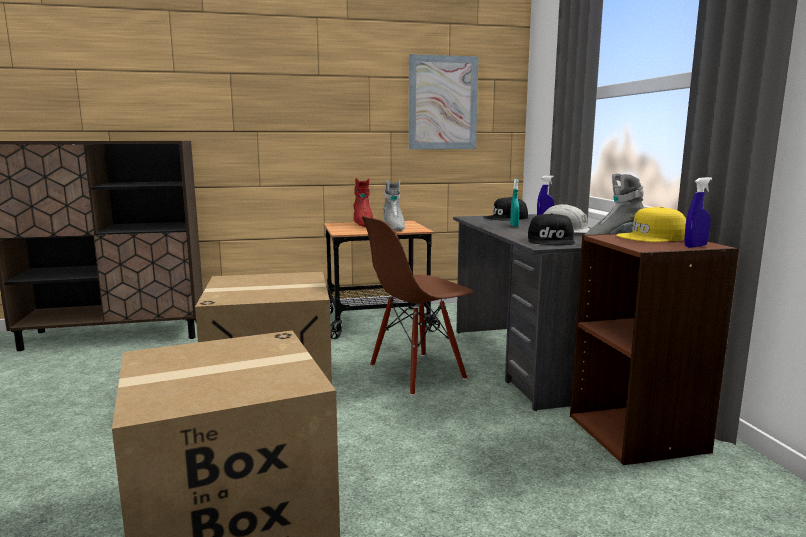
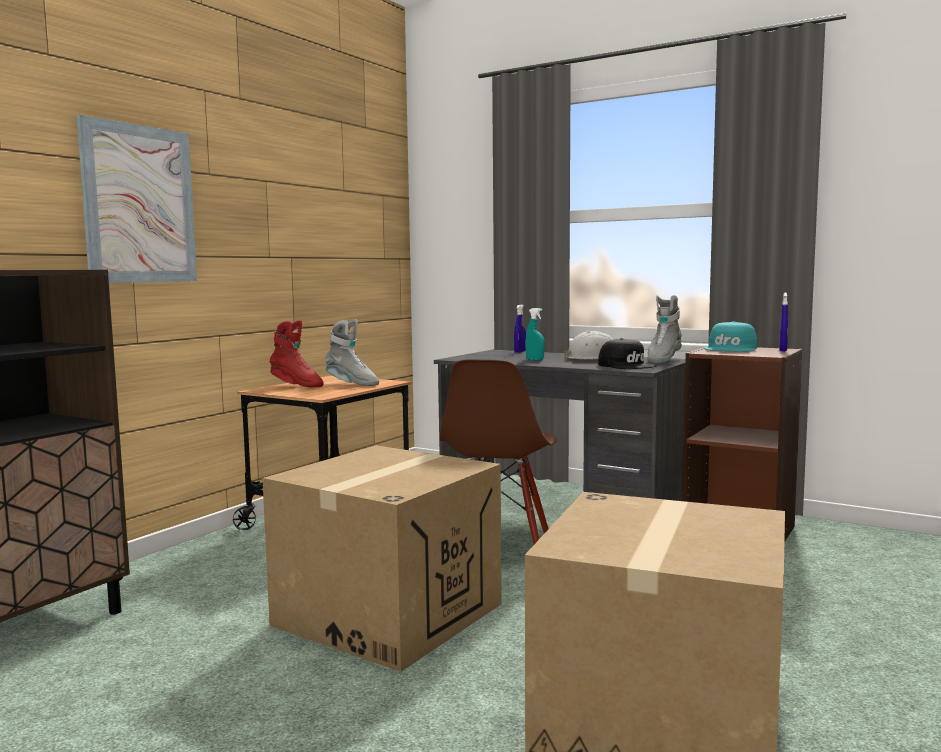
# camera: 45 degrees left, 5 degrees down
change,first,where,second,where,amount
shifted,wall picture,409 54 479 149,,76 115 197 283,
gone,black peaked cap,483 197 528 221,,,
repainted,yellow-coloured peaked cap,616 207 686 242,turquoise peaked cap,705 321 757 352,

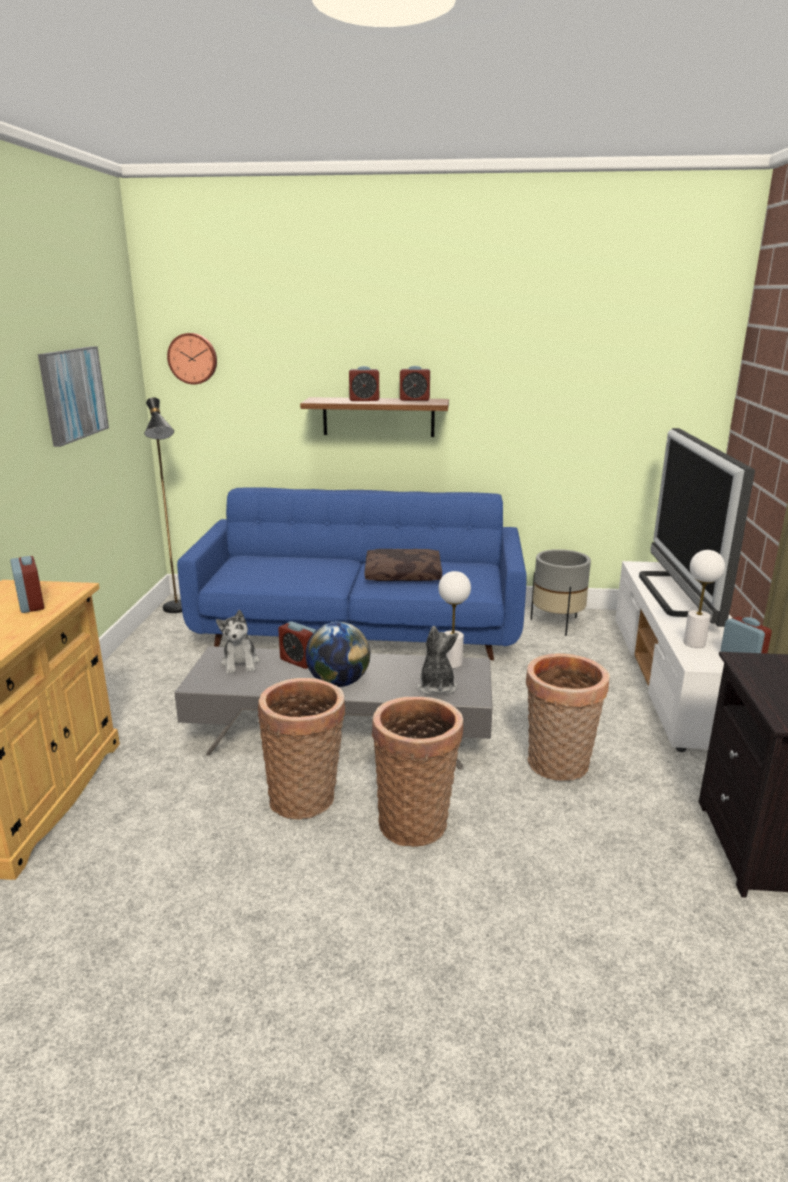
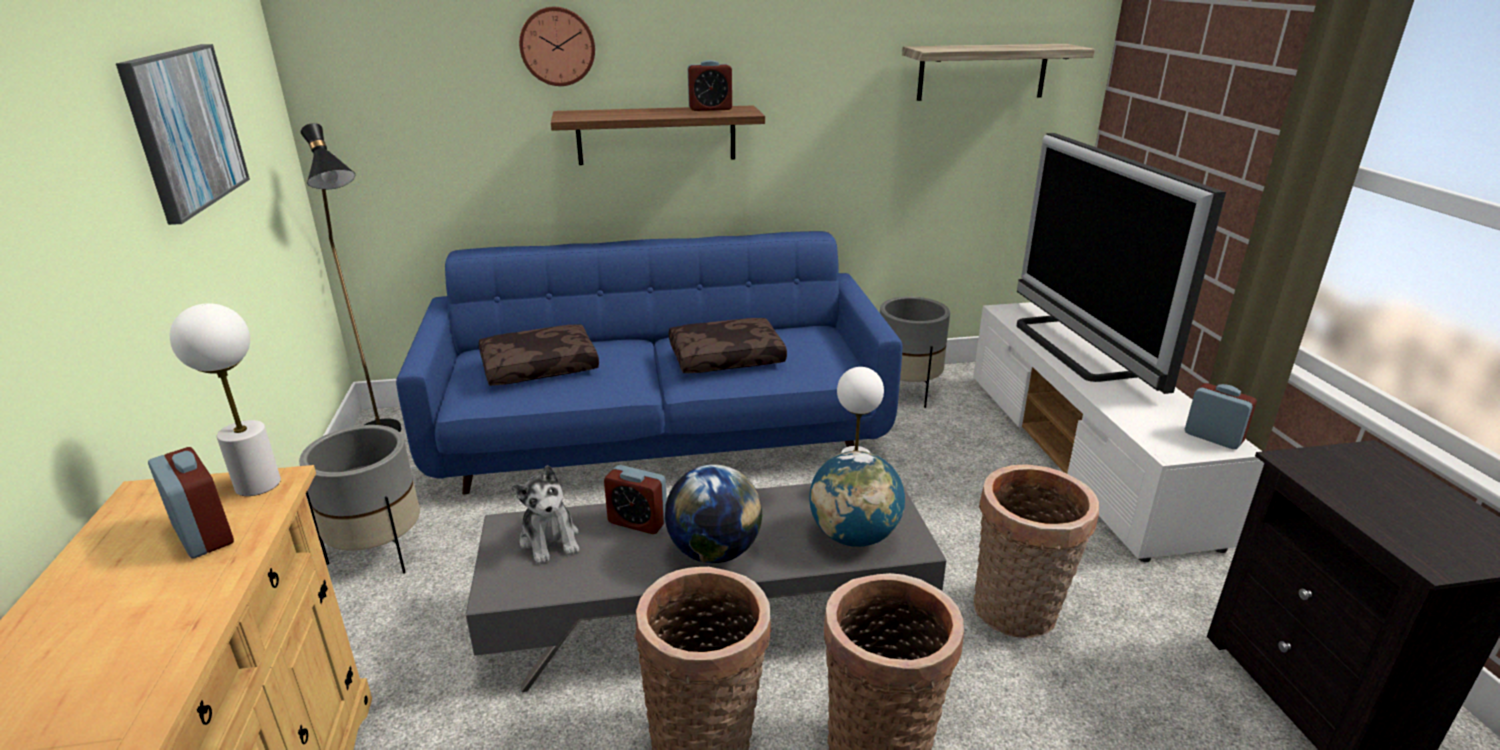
# camera: 15 degrees left, 5 degrees up
change,first,where,second,where,amount
shifted,hanging clock,167 333 217 385,,519 7 595 86,
gone,alarm clock,349 366 379 401,,,
swapped,plush toy,417 626 458 695,world globe,809 451 905 547,
shifted,white tabletop lamp,684 550 725 648,,170 303 281 496,
new,,,gray flower pot,299 425 420 574,
new,,,brown throw pillow,479 324 599 386,
new,,,shelf,902 44 1095 101,

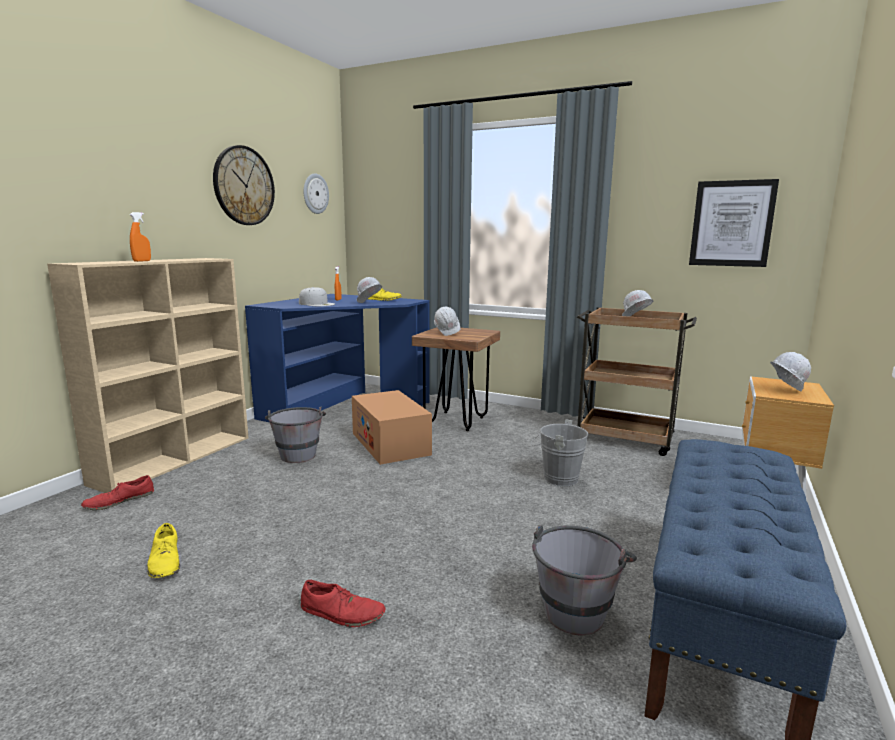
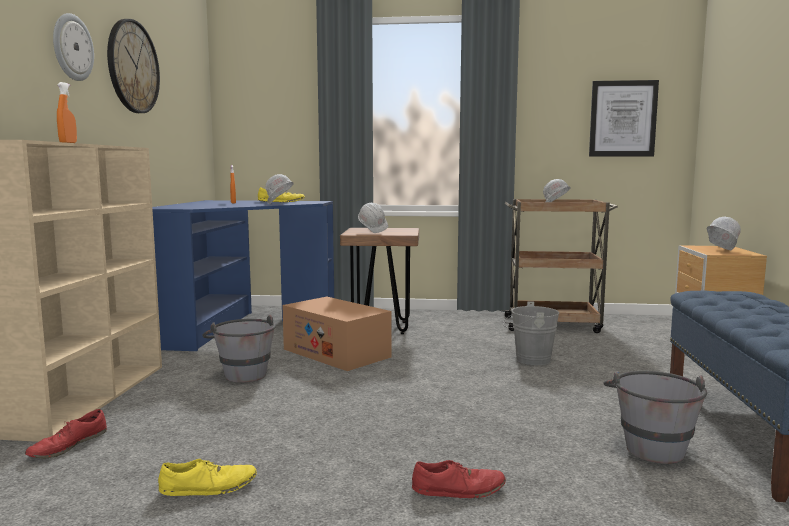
# camera: 20 degrees left, 5 degrees down
change,first,where,second,where,amount
rotated,yellow-coloured shoe,147 523 180 578,,158 459 257 496,60 degrees counterclockwise
gone,white peaked cap,299 287 335 306,,,
shifted,hanging clock,304 173 329 214,,53 13 94 81,

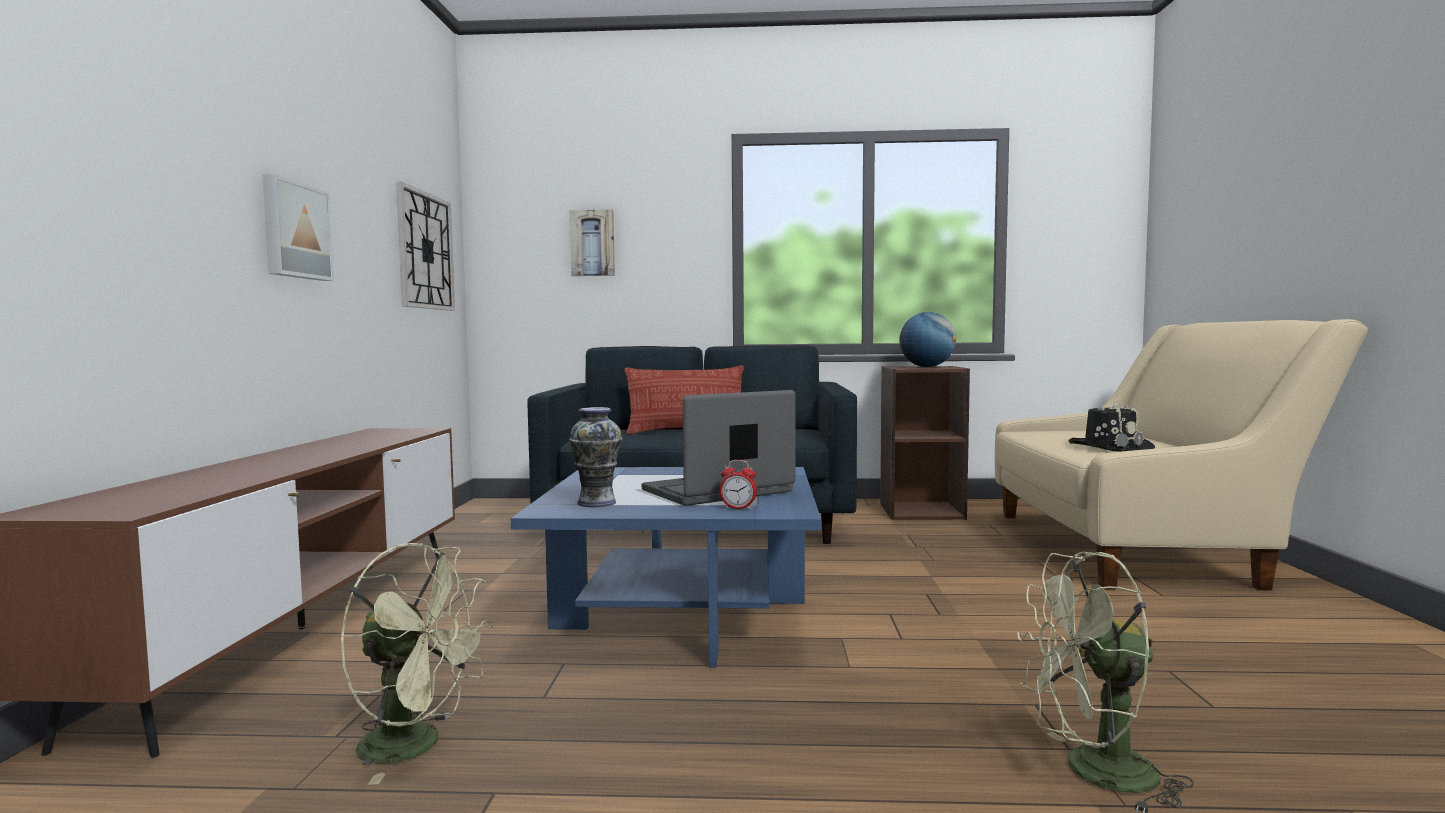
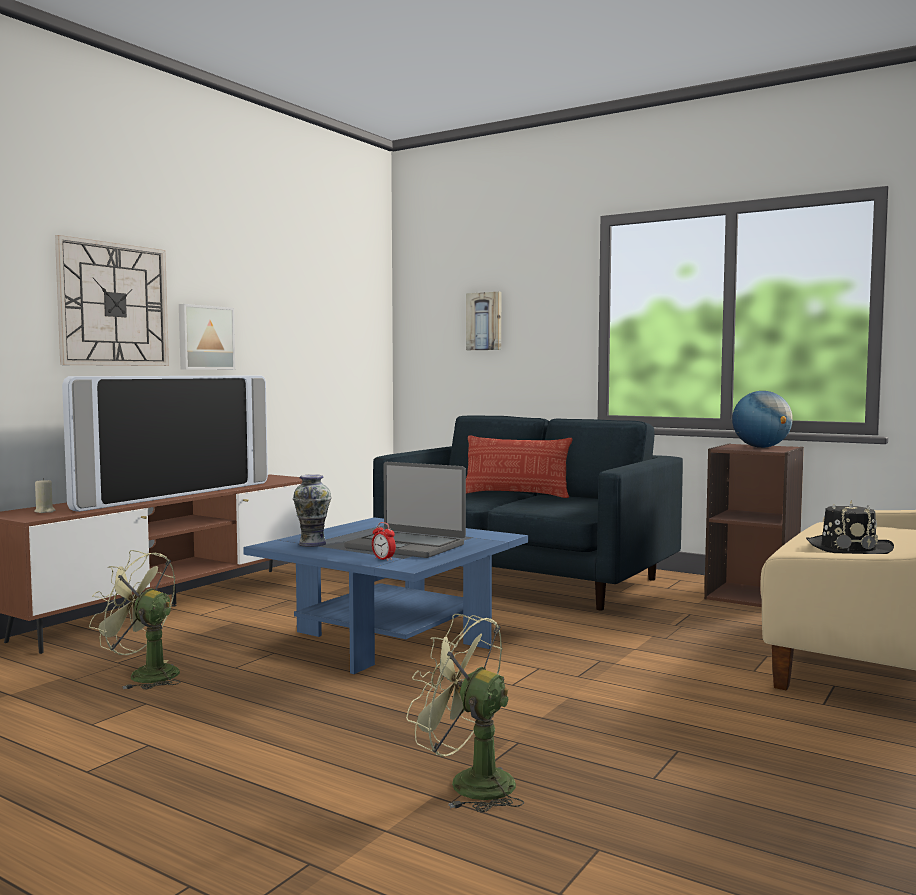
# camera: 30 degrees right, 0 degrees up
change,first,where,second,where,amount
rotated,green fan,340 543 493 785,,89 550 181 690,150 degrees clockwise
shifted,hanging clock,396 182 455 311,,55 235 169 366,
rotated,portable computer,642 390 796 506,,344 462 466 558,150 degrees counterclockwise
new,,,beige candle,34 478 55 513,
new,,,TV set,62 375 268 512,

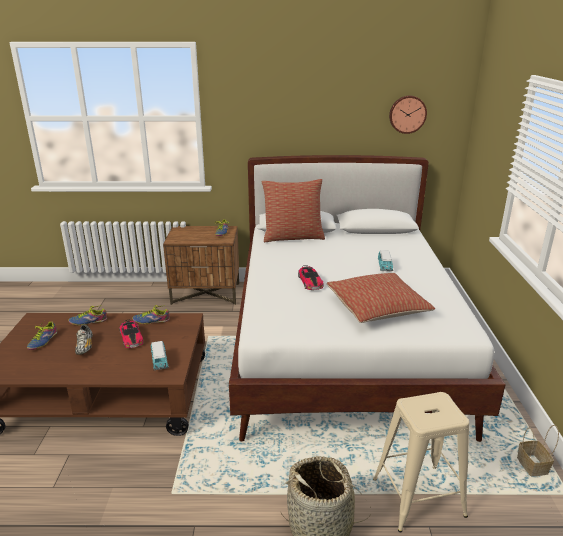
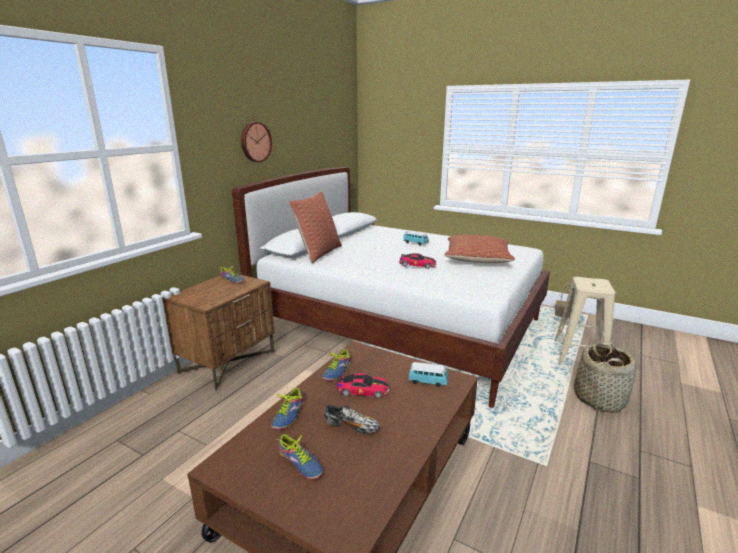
# camera: 60 degrees left, 5 degrees down
change,first,where,second,where,amount
shifted,hanging clock,389 96 427 134,,241 122 272 162,

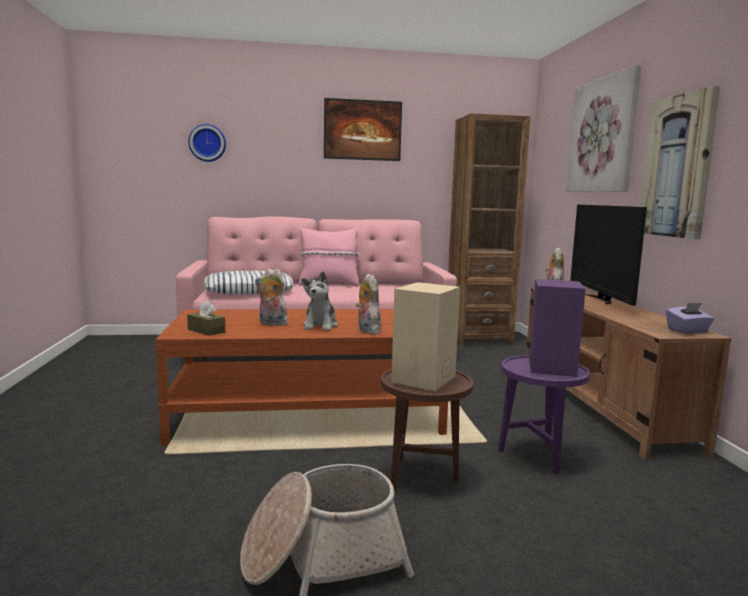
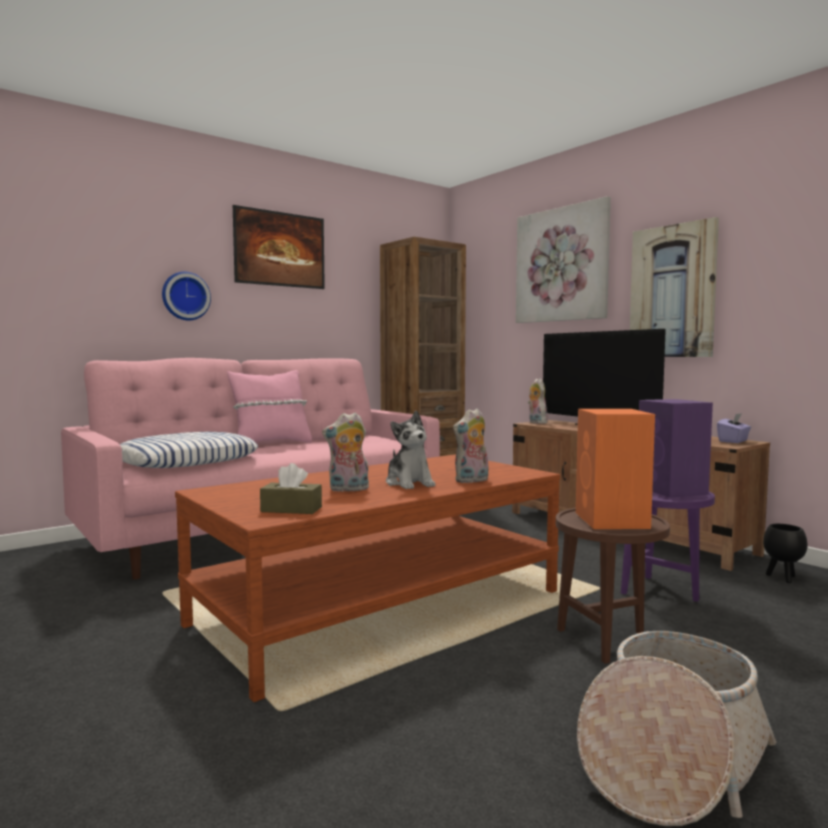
# camera: 30 degrees left, 5 degrees down
change,first,where,second,where,amount
shifted,hanging clock,189 124 226 162,,162 272 211 320,
rotated,plush toy,356 274 381 334,,453 409 488 483,75 degrees counterclockwise
repainted,beige audio speaker,391 282 460 391,orangey audio speaker,576 409 655 529,
new,,,black flower pot,763 524 807 583,

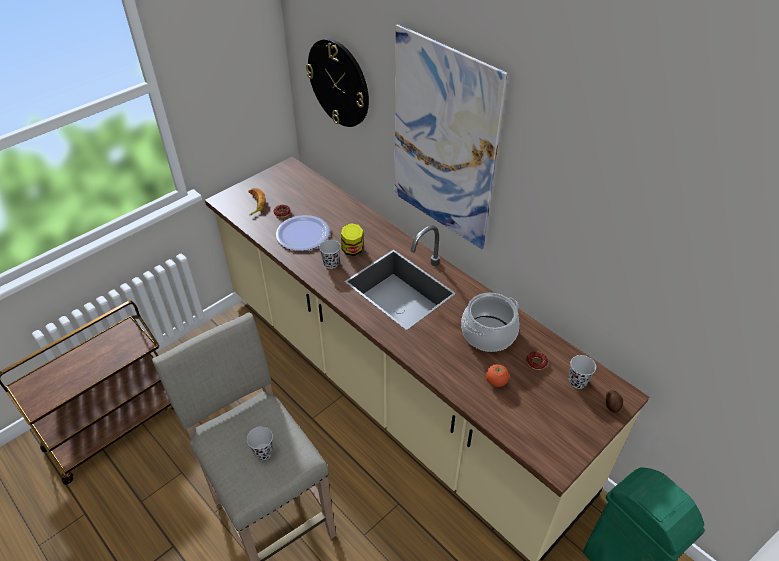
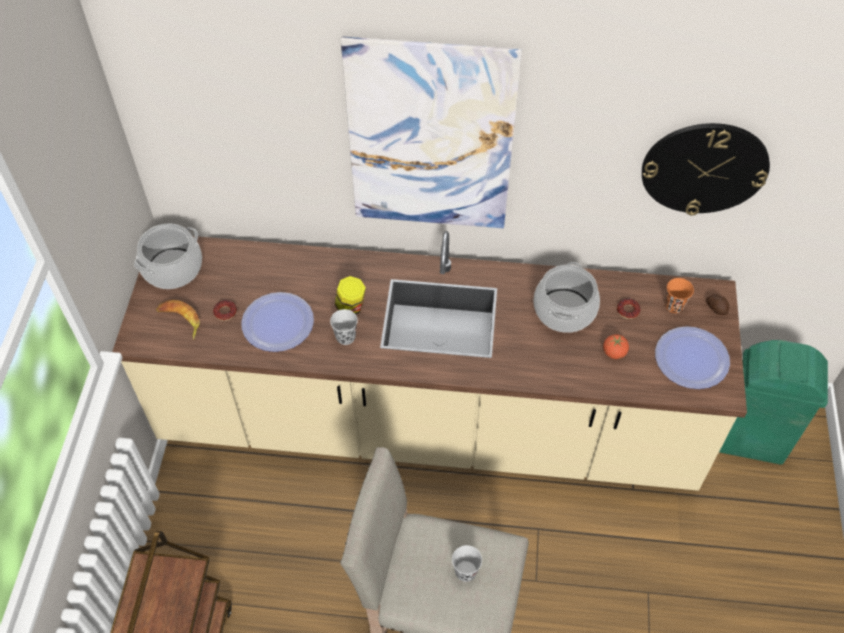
# camera: 40 degrees left, 10 degrees up
change,first,where,second,where,amount
shifted,hanging clock,306 38 369 127,,642 123 770 215,
repainted,black small cup,569 355 596 389,orangey small cup,665 278 694 313,
new,,,stockpot,134 224 202 289,
new,,,dinner plate,655 326 730 389,

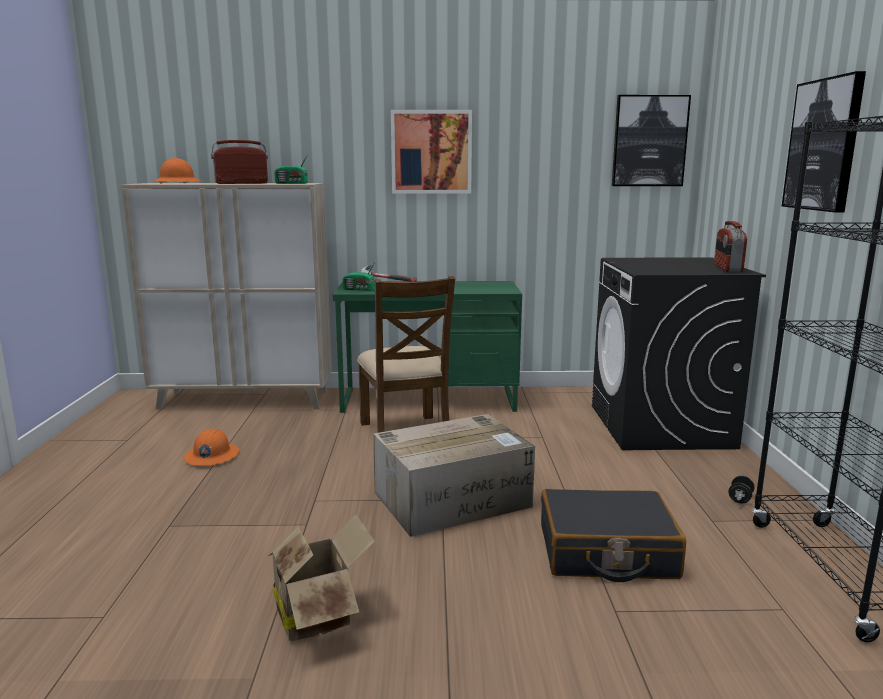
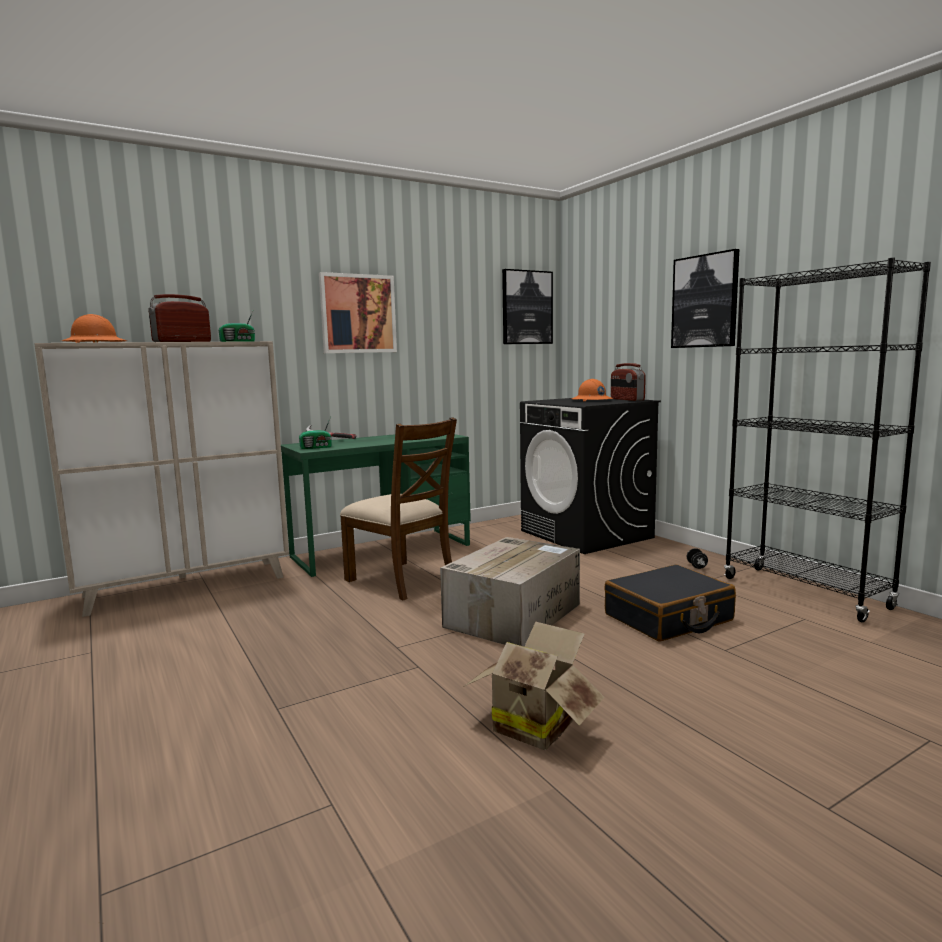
# camera: 30 degrees left, 5 degrees down
change,first,where,second,where,amount
shifted,orangey safety helmet,184 429 239 466,,572 379 613 401,

